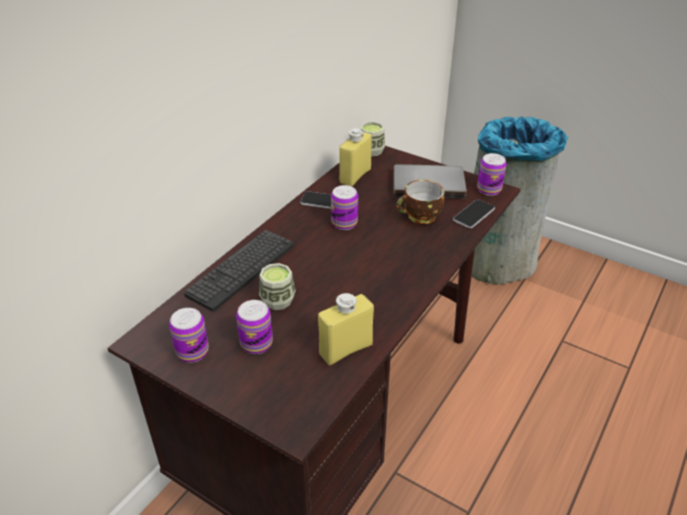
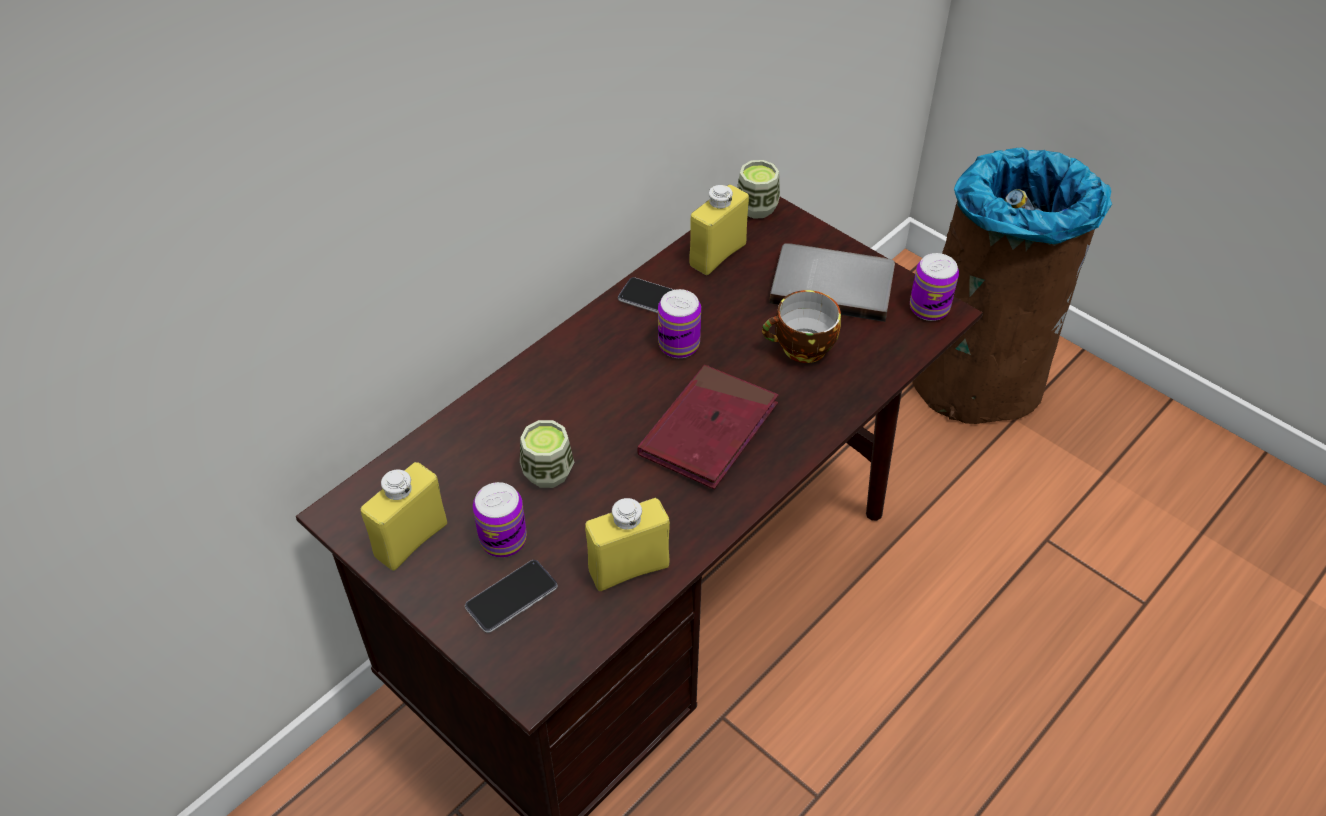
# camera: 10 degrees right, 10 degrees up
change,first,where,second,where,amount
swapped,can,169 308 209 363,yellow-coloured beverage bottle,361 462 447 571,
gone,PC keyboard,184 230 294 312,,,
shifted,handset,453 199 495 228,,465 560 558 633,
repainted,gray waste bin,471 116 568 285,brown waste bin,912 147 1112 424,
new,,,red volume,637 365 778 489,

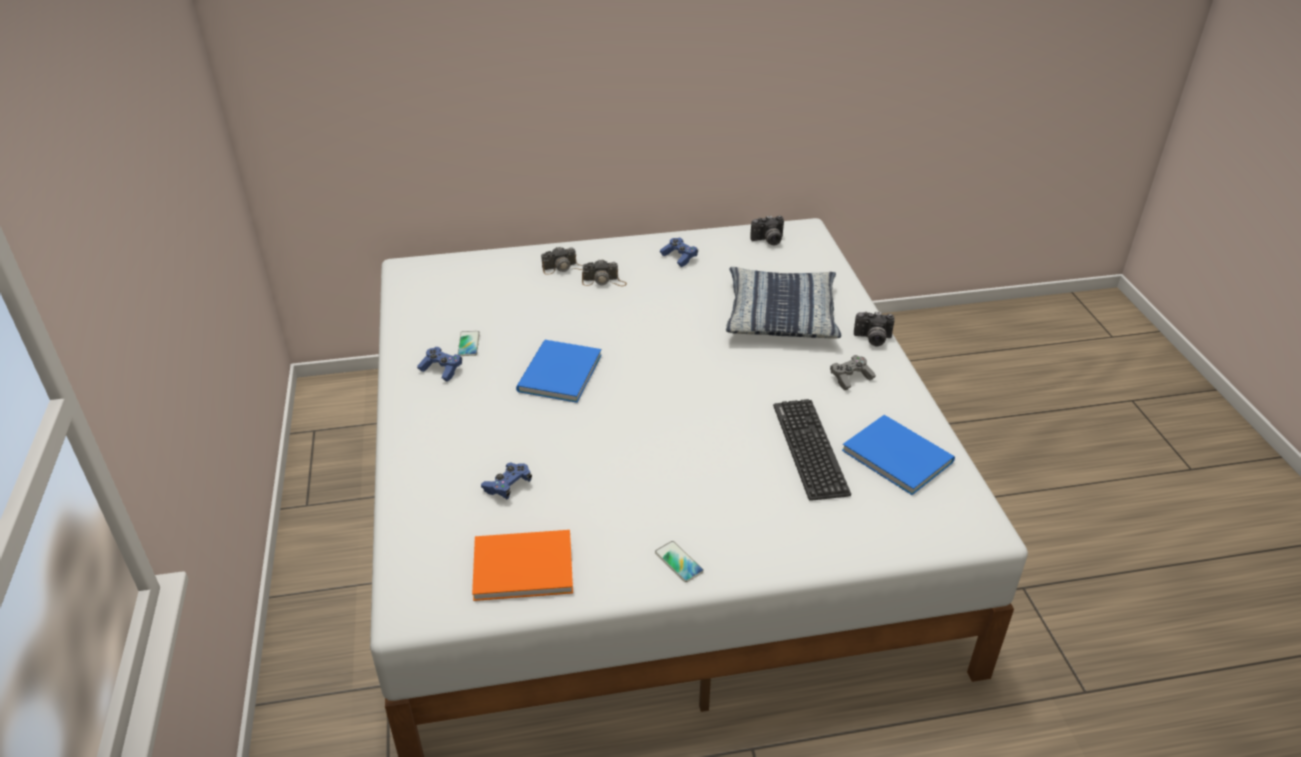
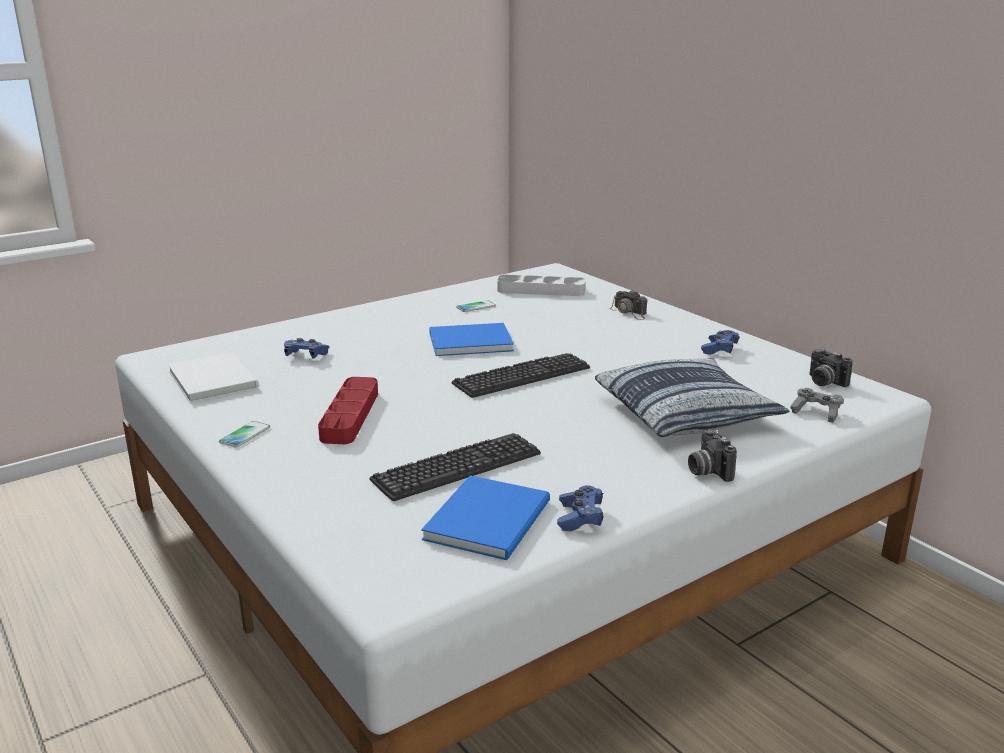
# camera: 65 degrees right, 15 degrees down
change,first,where,second,where,amount
shifted,blue-coloured joypad,417 347 462 382,,557 485 603 531,
repainted,orangey volume,472 530 573 601,white volume,168 352 259 403,
gone,still camera,582 260 627 286,,,
shifted,gray joypad,830 355 876 390,,790 388 844 423,
new,,,red carrying tray,318 377 378 444,
new,,,PC keyboard,452 353 590 398,
new,,,gray carrying tray,497 275 586 296,

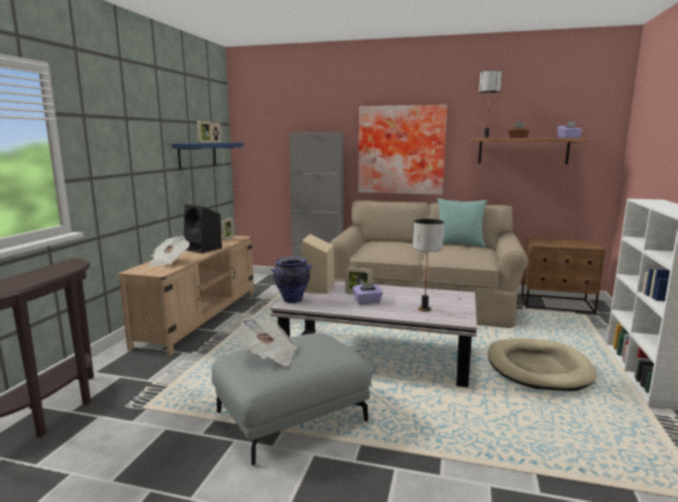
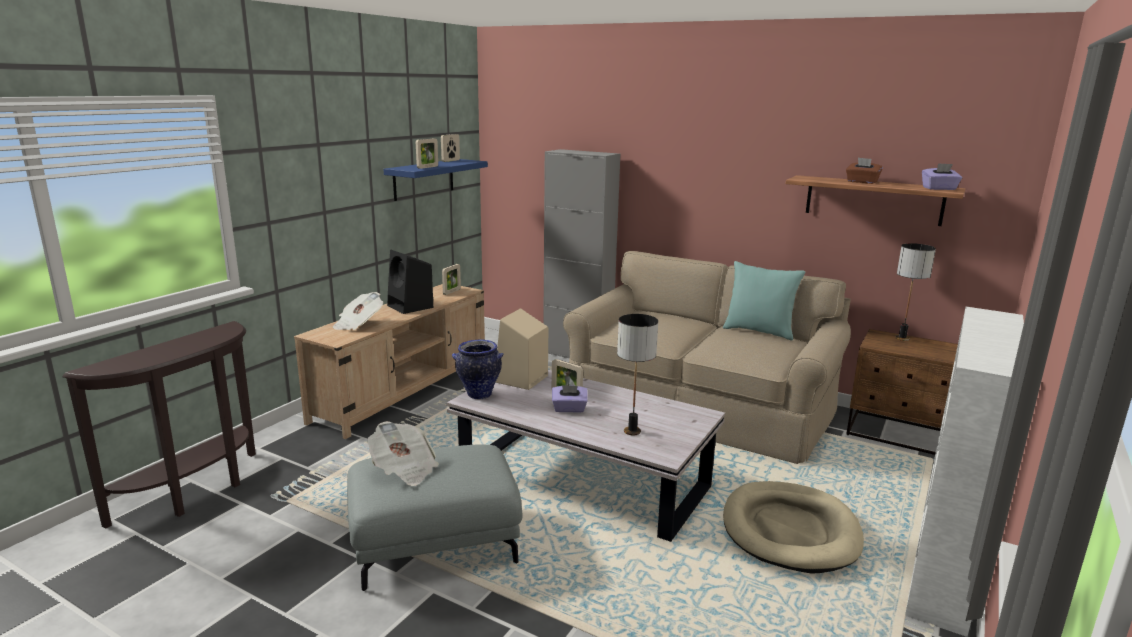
# camera: 15 degrees right, 5 degrees up
change,first,where,second,where,amount
gone,wall picture,358 105 447 195,,,
shifted,tabletop lamp,479 70 502 138,,895 243 936 341,

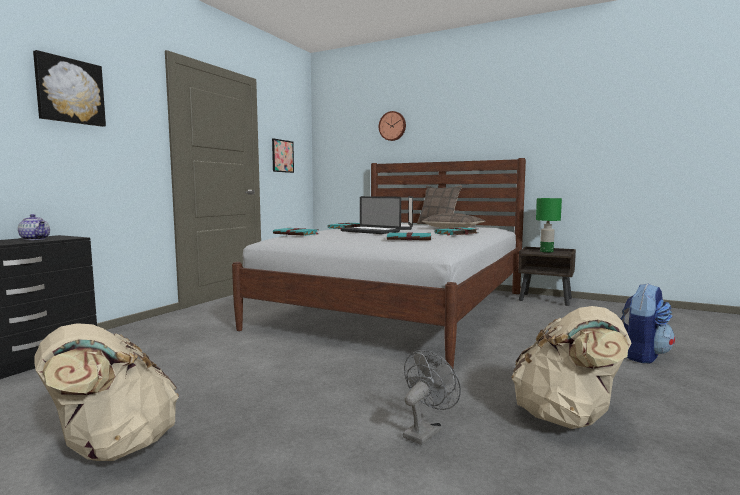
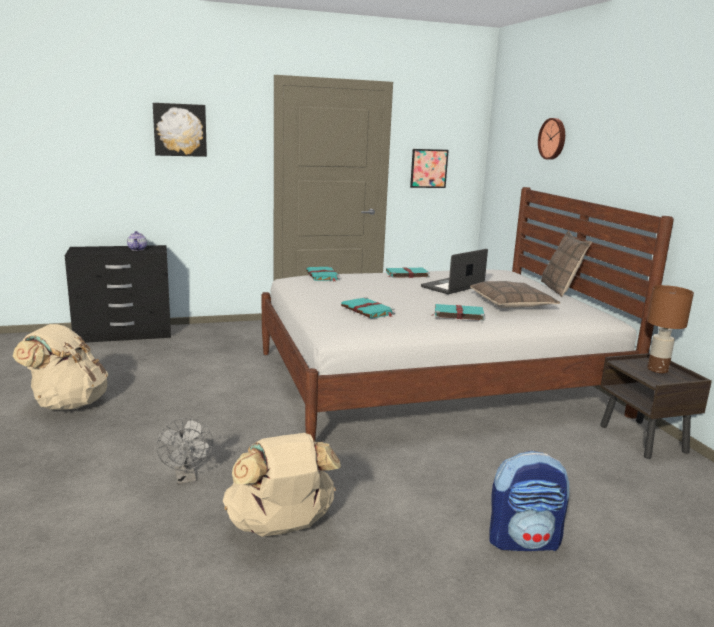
# camera: 45 degrees right, 10 degrees up
change,first,where,second,where,amount
gone,portable computer,341 196 401 234,,,
rotated,gray fan,403 350 461 445,,157 418 213 484,75 degrees clockwise
repainted,green tabletop lamp,536 198 562 252,brown tabletop lamp,647 285 694 373,

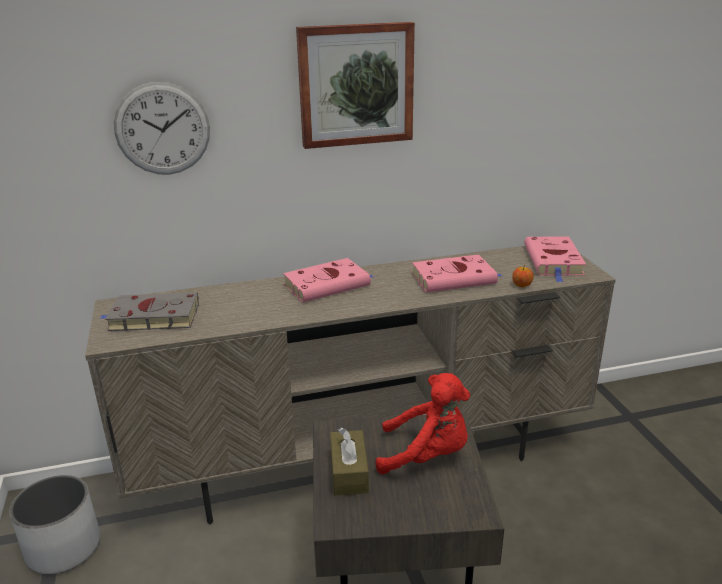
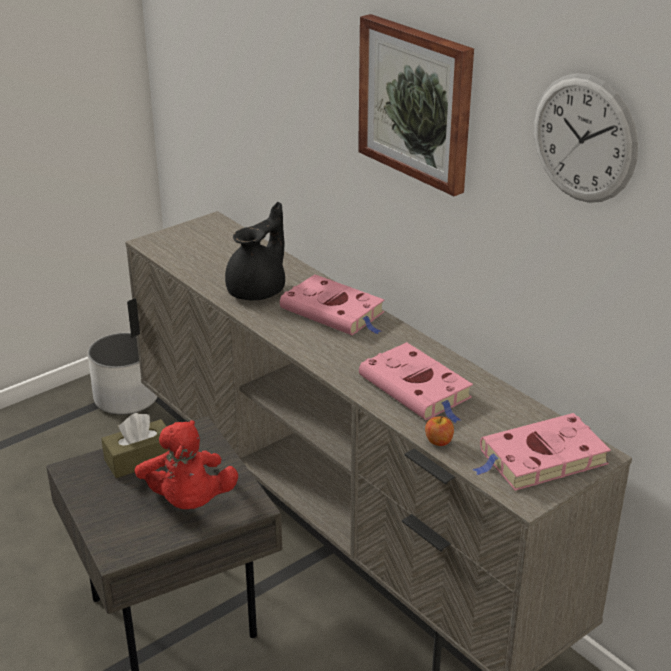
# camera: 65 degrees right, 5 degrees up
change,first,where,second,where,amount
gone,gray volume,100 292 199 331,,,
shifted,hanging clock,114 82 210 175,,534 73 638 203,
new,,,black teapot,225 202 285 300,

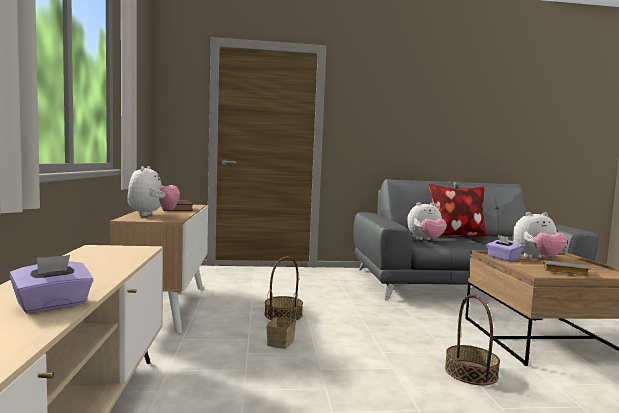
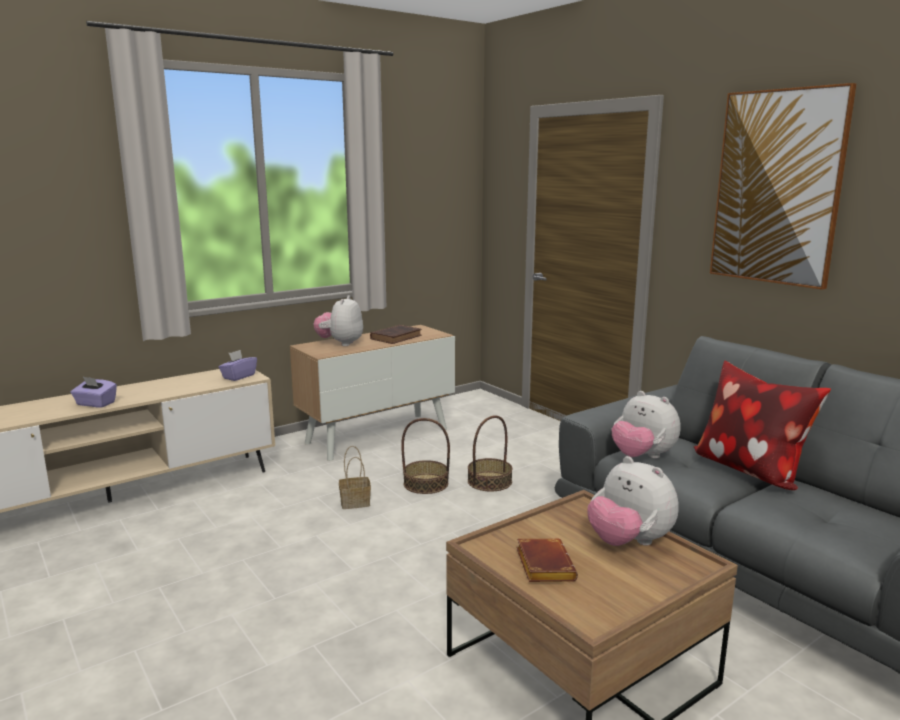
# camera: 60 degrees right, 10 degrees up
change,first,where,second,where,amount
rotated,plush toy,127 166 180 216,,314 295 363 346,135 degrees clockwise
shifted,basket,445 295 500 385,,468 416 513 492,
shifted,purplish tissue holder,486 235 523 261,,219 350 257 381,
repainted,gray volume,543 260 589 276,brown volume,516 539 578 582,
new,,,wall picture,710 83 857 290,

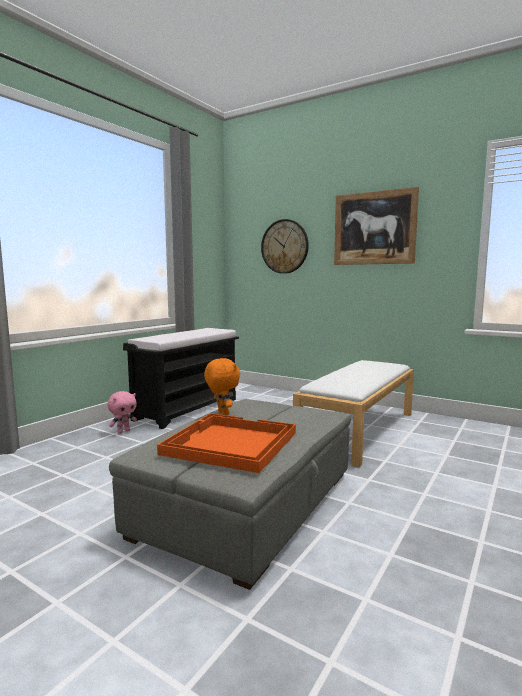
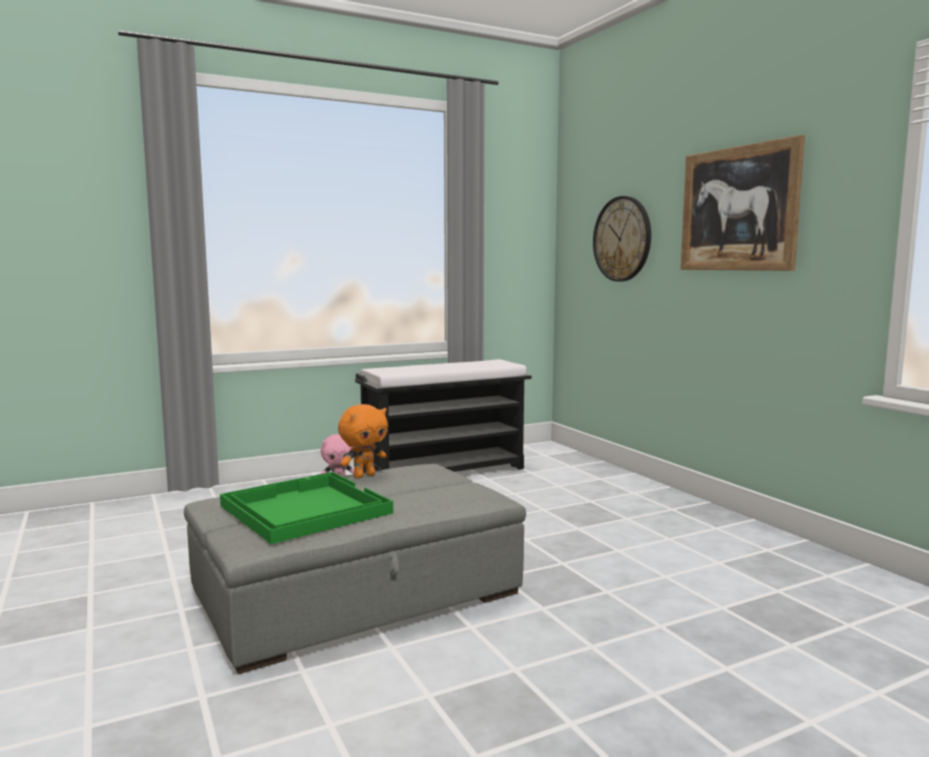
# camera: 30 degrees right, 0 degrees up
change,first,where,second,where,amount
repainted,orangey carrying tray,157 413 296 473,green carrying tray,220 472 393 544,
rotated,orangey plush toy,204 358 240 415,,338 404 388 478,45 degrees clockwise
gone,white long seat,293 360 414 467,,,

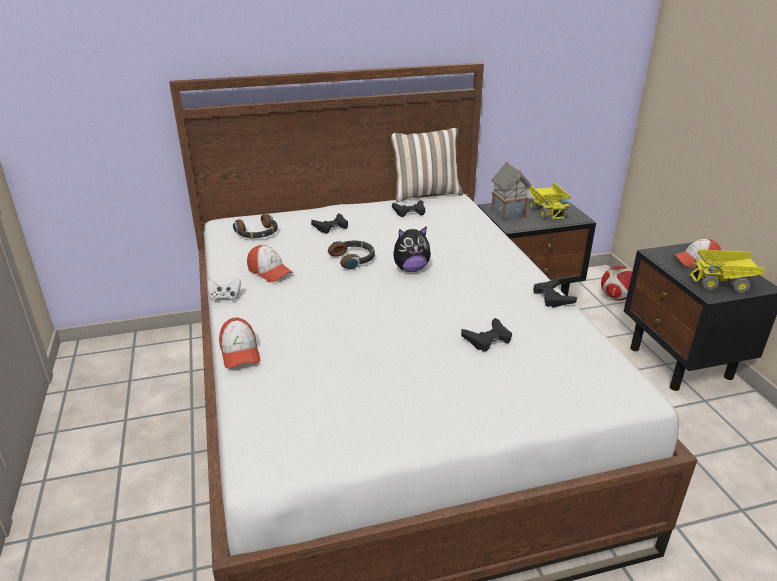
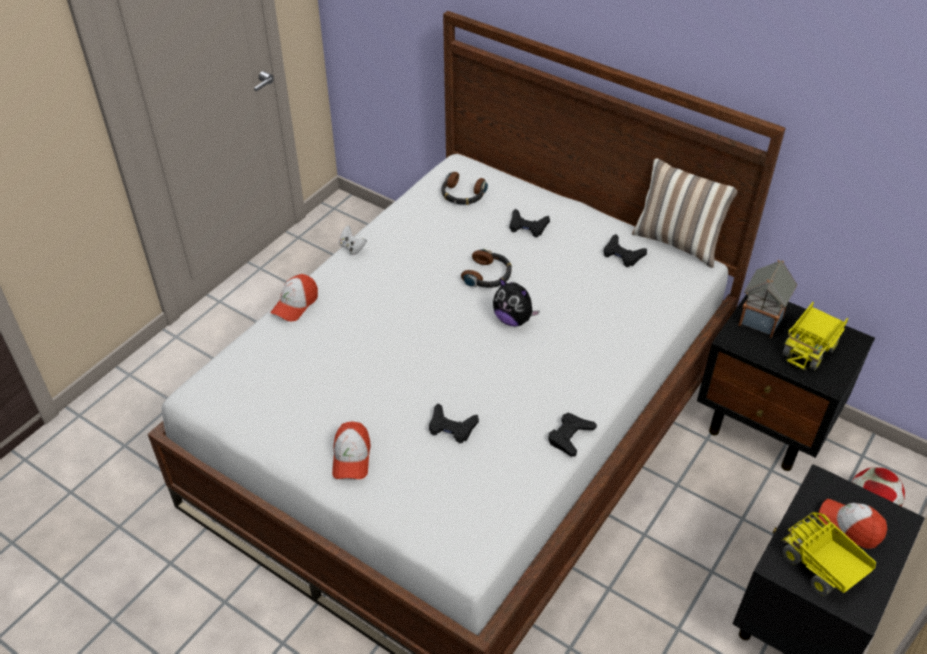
# camera: 50 degrees right, 15 degrees up
change,first,where,second,where,amount
shifted,peaked cap,247 245 293 282,,332 421 371 479,

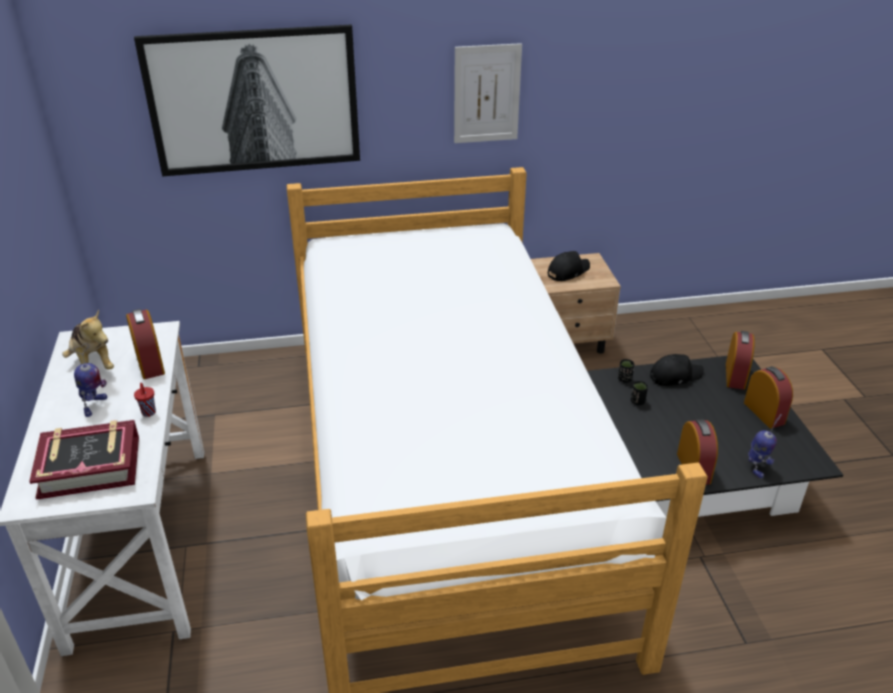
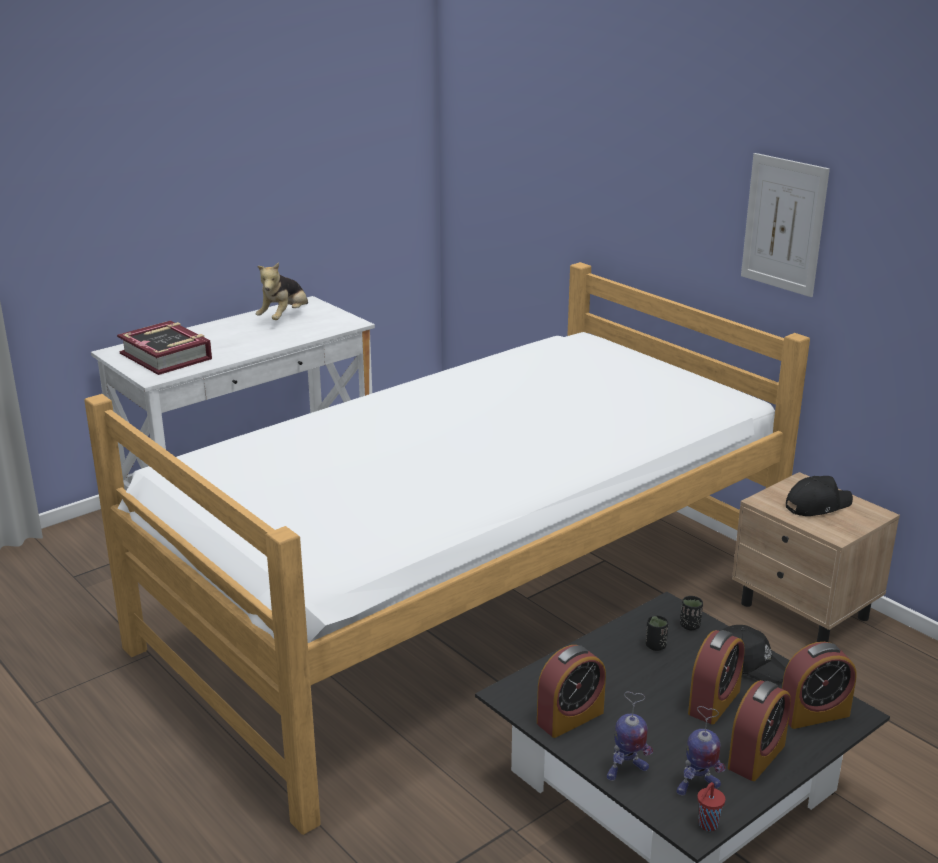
# camera: 60 degrees right, 10 degrees down
change,first,where,second,where,amount
shifted,robot figure,74 343 107 417,,676 706 726 796,
shifted,alarm clock,126 309 165 379,,688 630 745 724,
gone,wall picture,134 24 360 177,,,
shifted,red small cup,134 383 156 417,,697 782 725 831,
rotated,black peaked cap,548 251 590 281,,786 476 853 516,45 degrees counterclockwise

